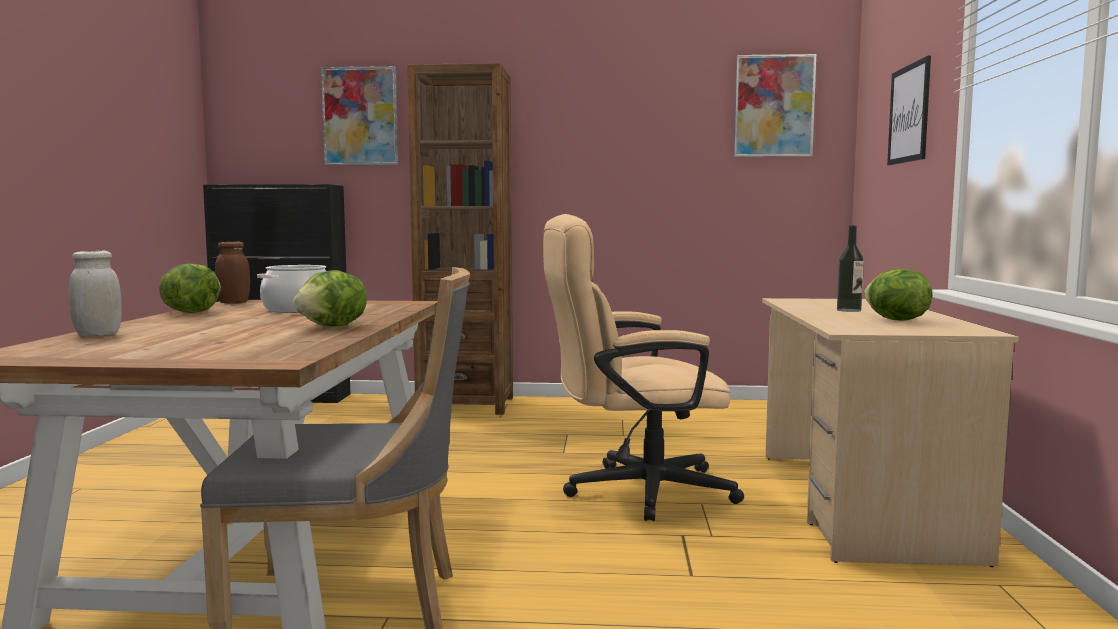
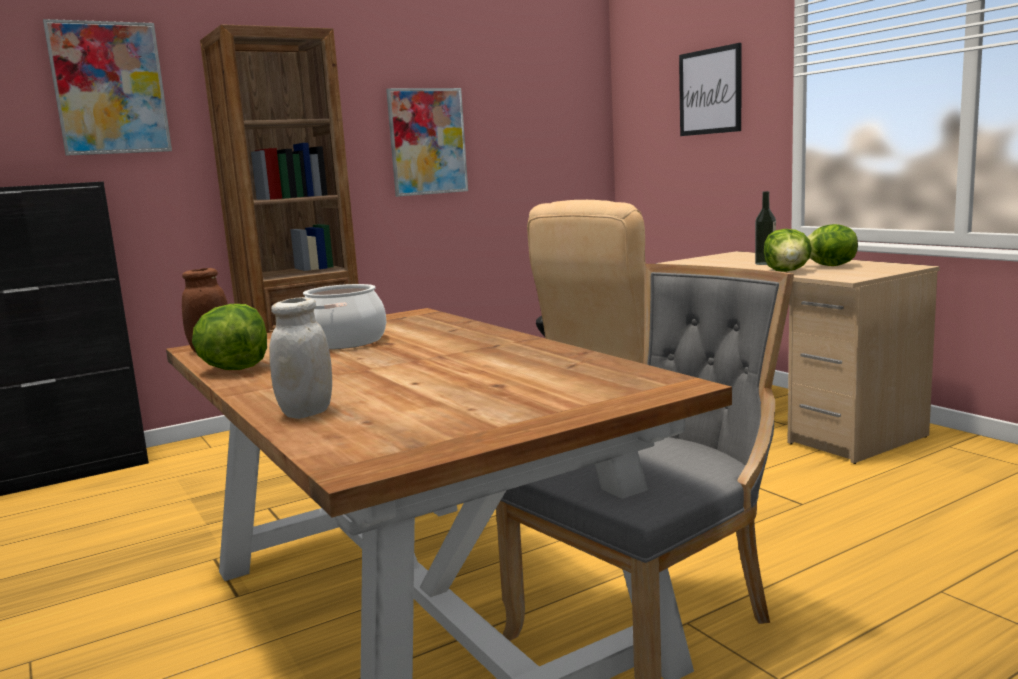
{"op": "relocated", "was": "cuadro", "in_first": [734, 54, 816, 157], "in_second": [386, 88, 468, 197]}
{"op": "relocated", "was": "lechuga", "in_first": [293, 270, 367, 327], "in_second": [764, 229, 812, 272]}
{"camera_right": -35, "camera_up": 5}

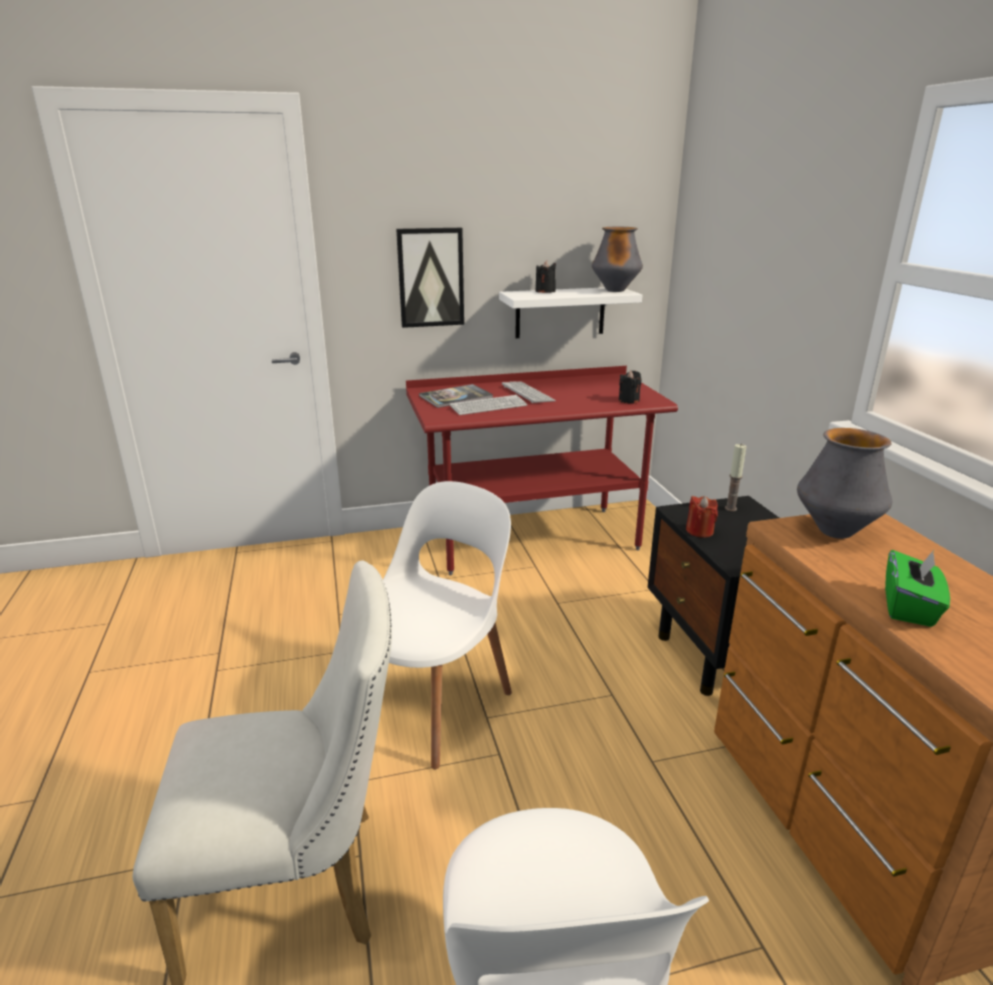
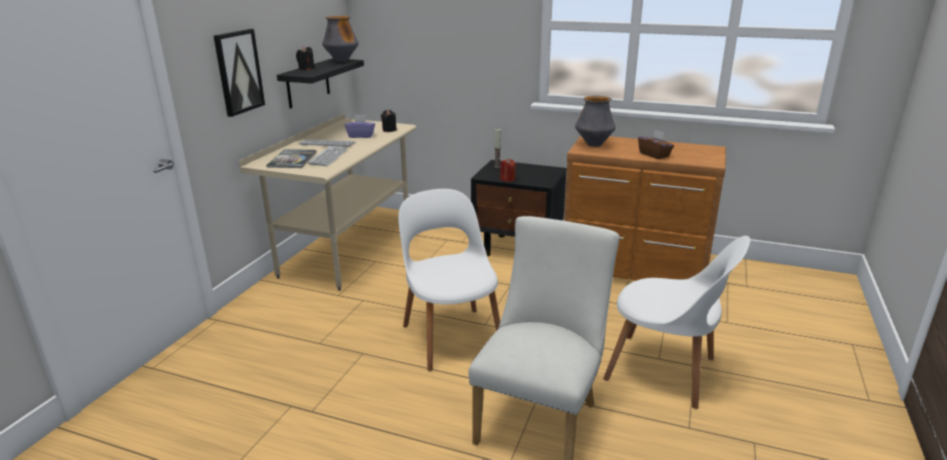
{"op": "colour", "was": "escritorio [rojo]", "now": "escritorio [beis]", "in_first": [406, 366, 678, 575], "in_second": [239, 113, 417, 291]}
{"op": "colour", "was": "estante [blanco]", "now": "estante [negro]", "in_first": [499, 287, 642, 338], "in_second": [277, 58, 364, 109]}
{"op": "appeared", "now": "caja de pañuelos [morado]", "in_second": [345, 114, 375, 138]}
{"op": "colour", "was": "caja de pañuelos [verde]", "now": "caja de pañuelos [marrón]", "in_first": [885, 550, 950, 627], "in_second": [638, 130, 674, 159]}
{"camera_right": -55, "camera_up": 0}

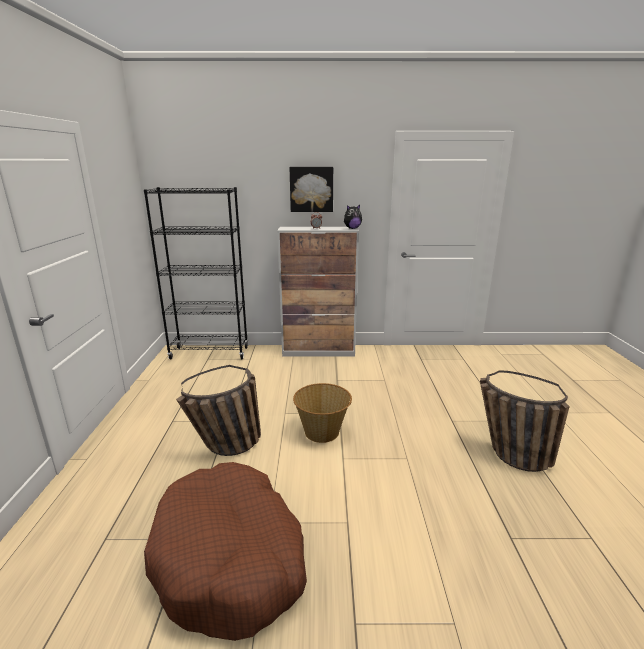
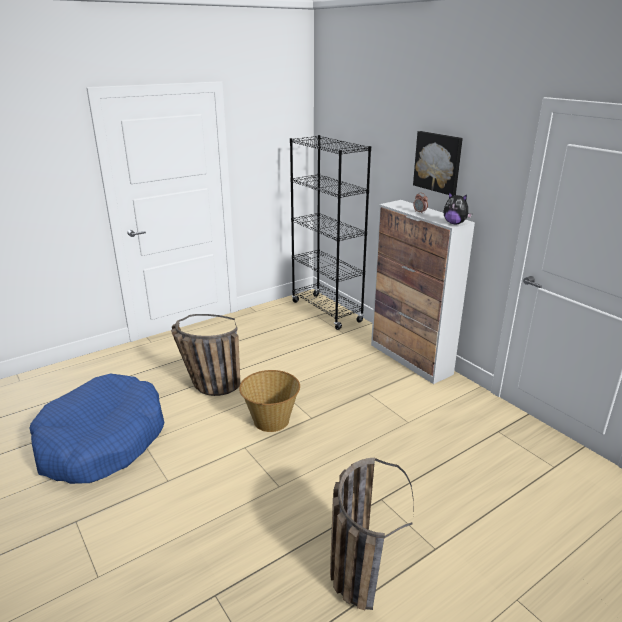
{"op": "colour", "was": "cama para perro [marrón]", "now": "cama para perro [azul]", "in_first": [144, 462, 307, 641], "in_second": [29, 374, 164, 484]}
{"camera_right": 55, "camera_up": 5}

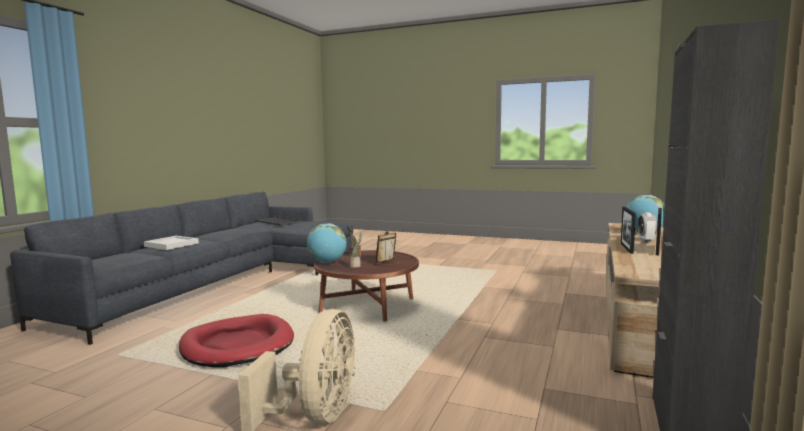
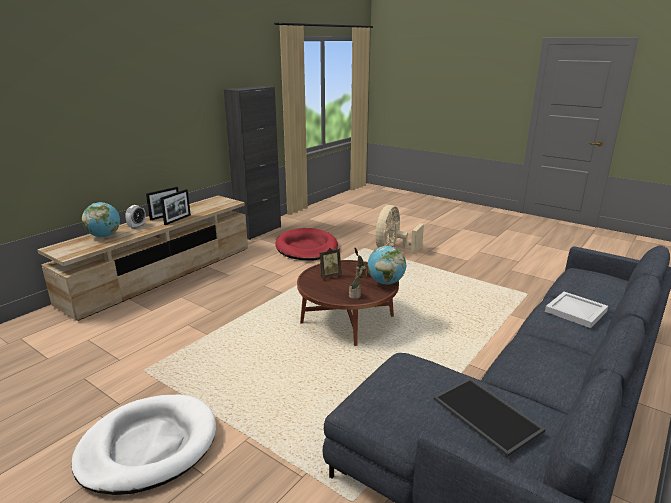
{"op": "appeared", "now": "cama para perro [blanco]", "in_second": [72, 395, 216, 495]}
{"op": "relocated", "was": "cama para perro [rojo]", "in_first": [179, 314, 294, 367], "in_second": [275, 228, 338, 260]}
{"camera_right": -165, "camera_up": 15}

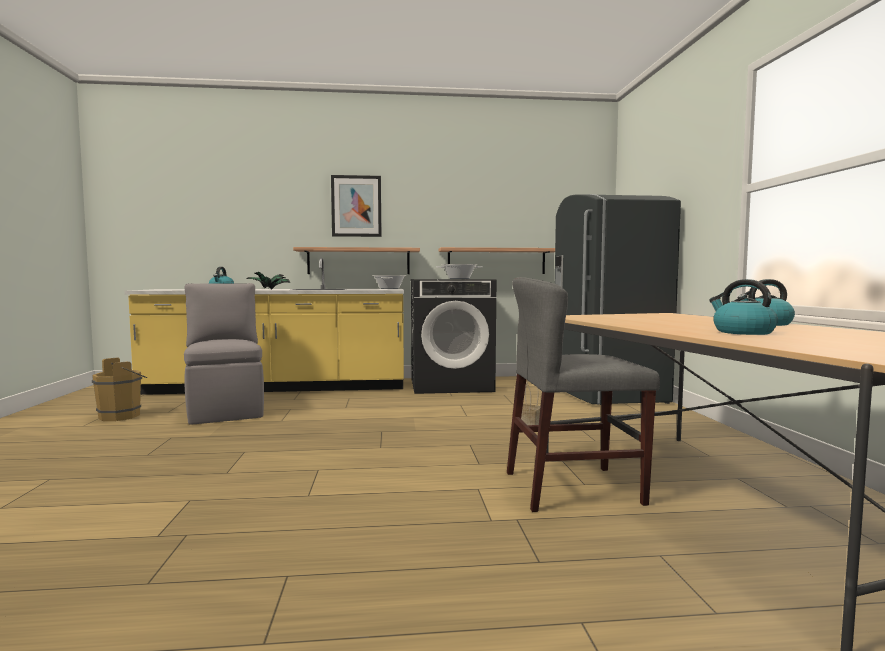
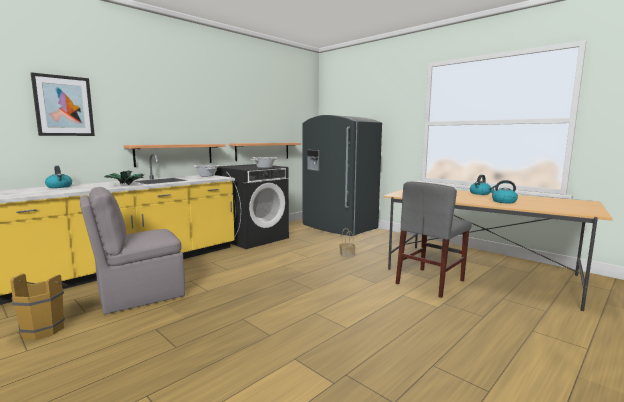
{"op": "relocated", "was": "cuadro", "in_first": [331, 175, 382, 237], "in_second": [31, 72, 95, 136]}
{"op": "spun", "was": "silla [gris]", "in_first": [184, 283, 264, 425], "in_second": [80, 187, 185, 314], "clockwise": -60}
{"camera_right": -40, "camera_up": 5}

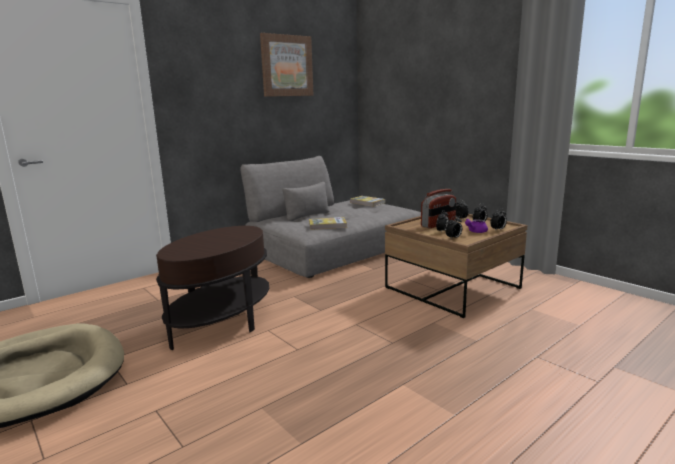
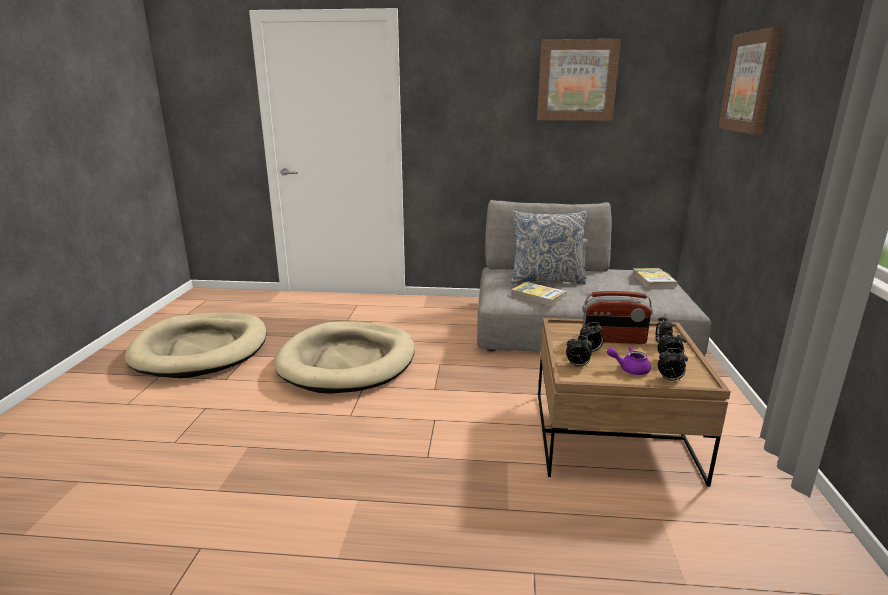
{"op": "exchanged", "was": "mesa auxiliar [marrón]", "now": "cama para perro [beis]", "in_first": [156, 226, 269, 350], "in_second": [274, 322, 415, 394]}
{"op": "appeared", "now": "cojín", "in_second": [511, 211, 587, 284]}
{"op": "appeared", "now": "cuadro", "in_second": [718, 26, 783, 135]}
{"camera_right": 45, "camera_up": 5}

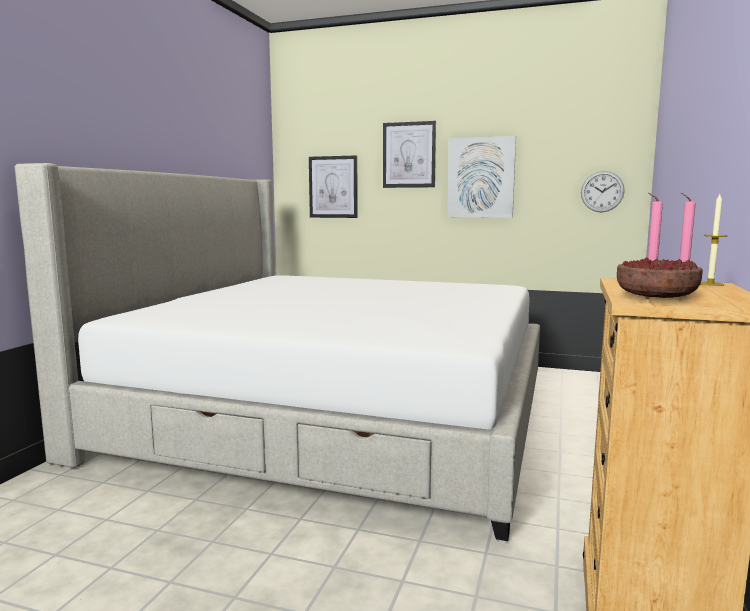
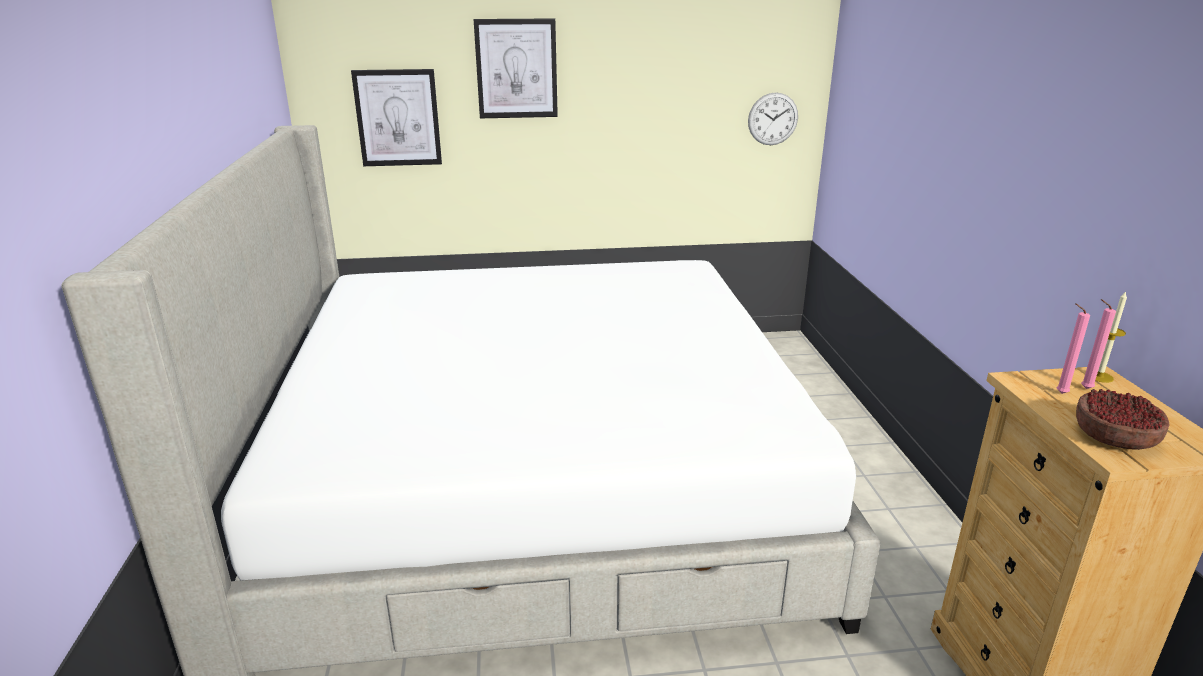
{"op": "missing", "was": "cuadro", "in_first": [447, 136, 516, 218]}
{"camera_right": -25, "camera_up": 15}

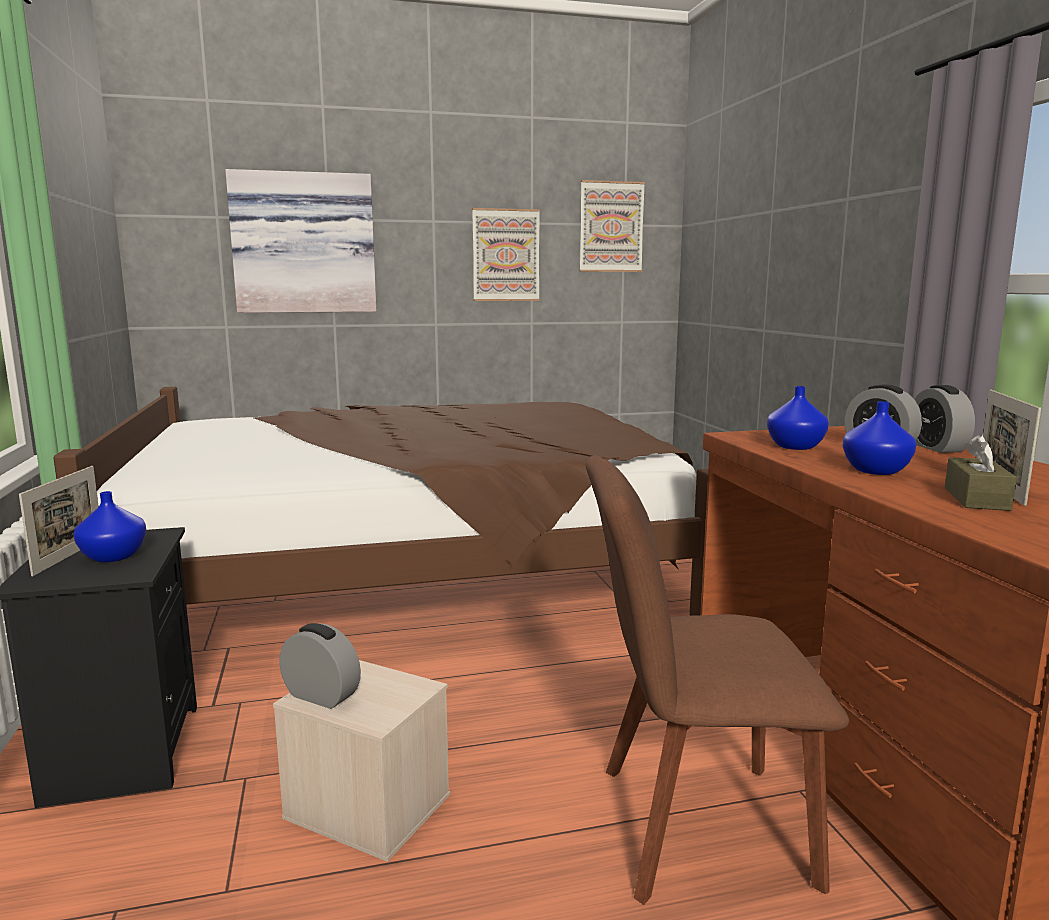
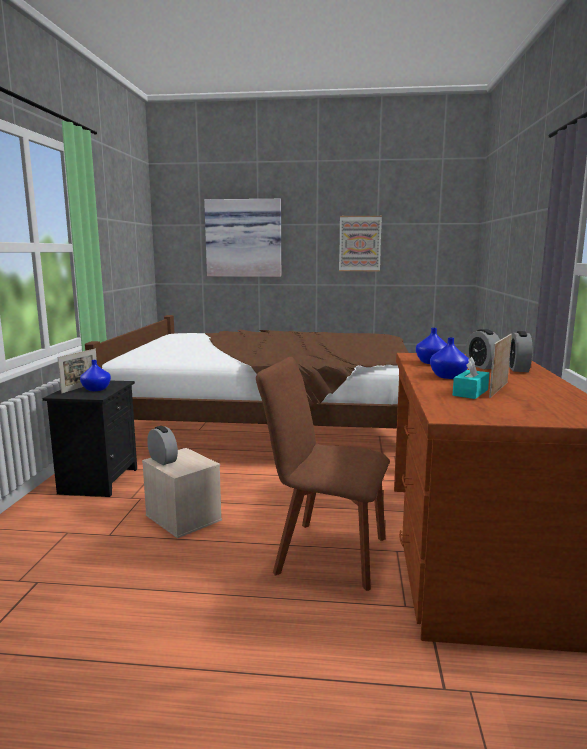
{"op": "colour", "was": "caja de pañuelos [marrón]", "now": "caja de pañuelos [turquesa]", "in_first": [945, 434, 1017, 511], "in_second": [453, 357, 489, 399]}
{"op": "missing", "was": "cuadro", "in_first": [579, 180, 645, 272]}
{"camera_right": 20, "camera_up": 0}

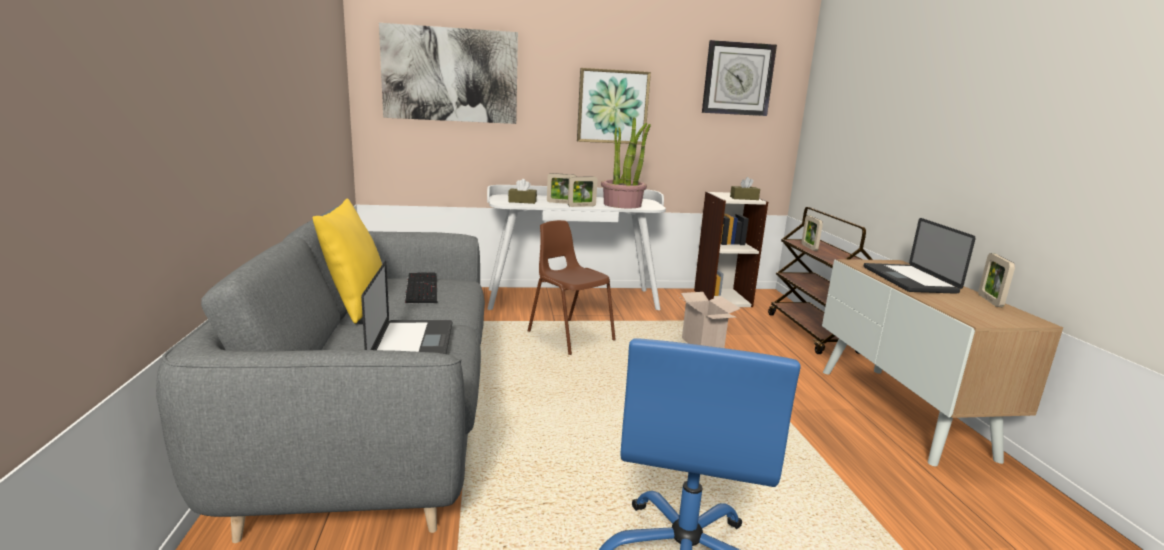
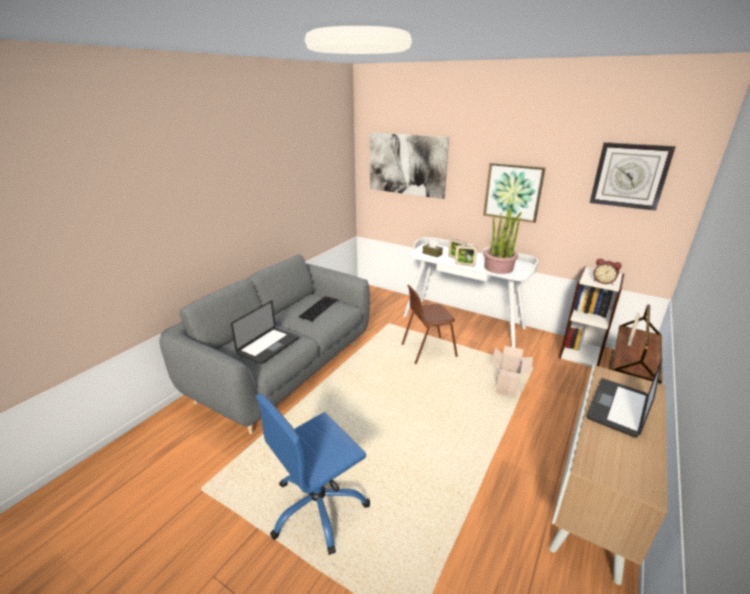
{"op": "spun", "was": "silla [marrón]", "in_first": [528, 220, 616, 355], "in_second": [402, 285, 458, 364], "clockwise": -105}
{"op": "exchanged", "was": "caja de pañuelos [marrón]", "now": "despertador", "in_first": [730, 177, 760, 200], "in_second": [593, 258, 622, 285]}
{"op": "missing", "was": "cojín [amarillo]", "in_first": [313, 199, 382, 324]}
{"op": "missing", "was": "portarretratos", "in_first": [978, 253, 1015, 307]}
{"camera_right": 40, "camera_up": 10}

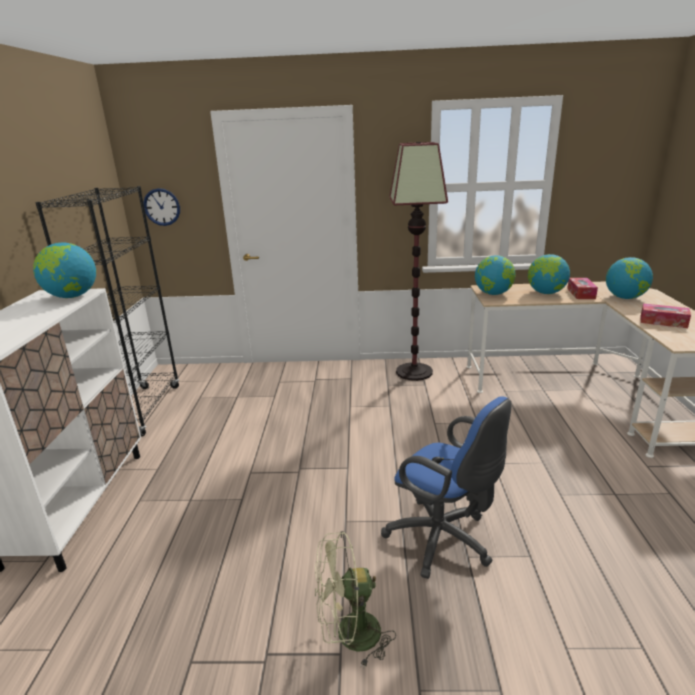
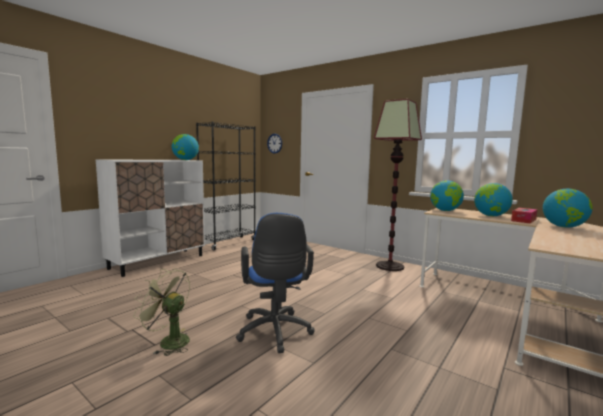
{"op": "missing", "was": "caja de pañuelos", "in_first": [641, 303, 691, 328]}
{"camera_right": 35, "camera_up": -15}

